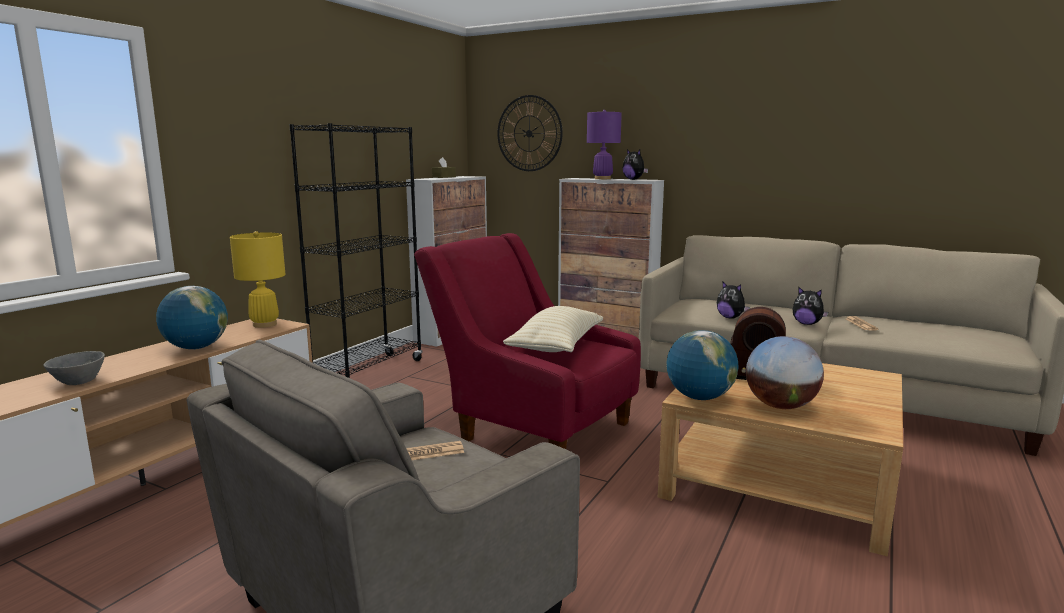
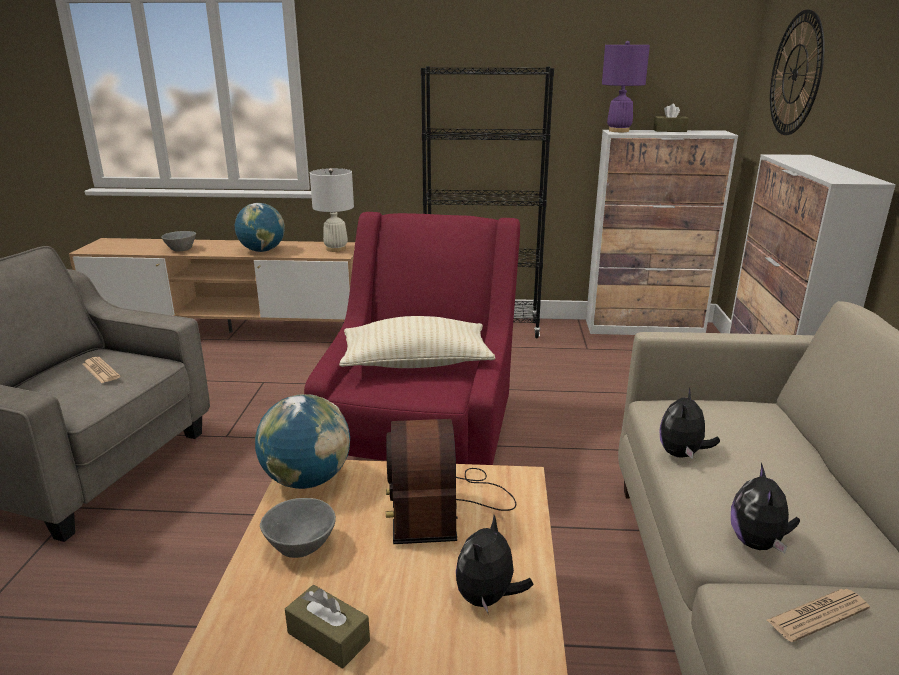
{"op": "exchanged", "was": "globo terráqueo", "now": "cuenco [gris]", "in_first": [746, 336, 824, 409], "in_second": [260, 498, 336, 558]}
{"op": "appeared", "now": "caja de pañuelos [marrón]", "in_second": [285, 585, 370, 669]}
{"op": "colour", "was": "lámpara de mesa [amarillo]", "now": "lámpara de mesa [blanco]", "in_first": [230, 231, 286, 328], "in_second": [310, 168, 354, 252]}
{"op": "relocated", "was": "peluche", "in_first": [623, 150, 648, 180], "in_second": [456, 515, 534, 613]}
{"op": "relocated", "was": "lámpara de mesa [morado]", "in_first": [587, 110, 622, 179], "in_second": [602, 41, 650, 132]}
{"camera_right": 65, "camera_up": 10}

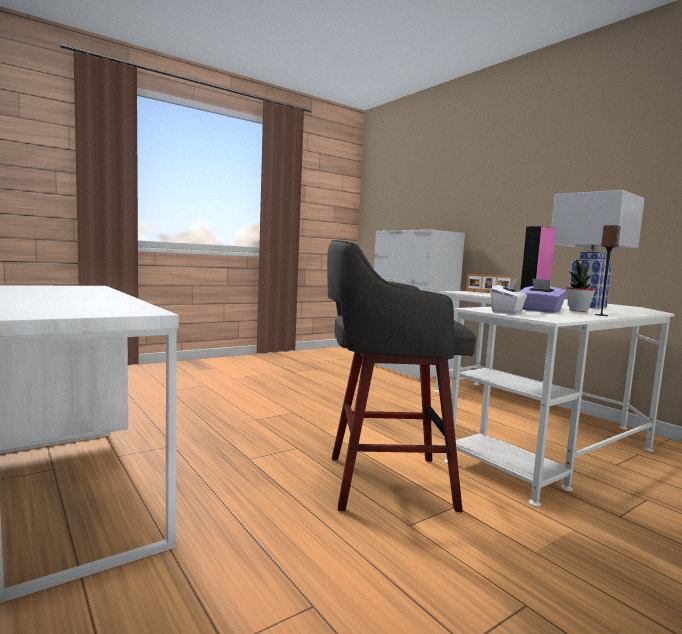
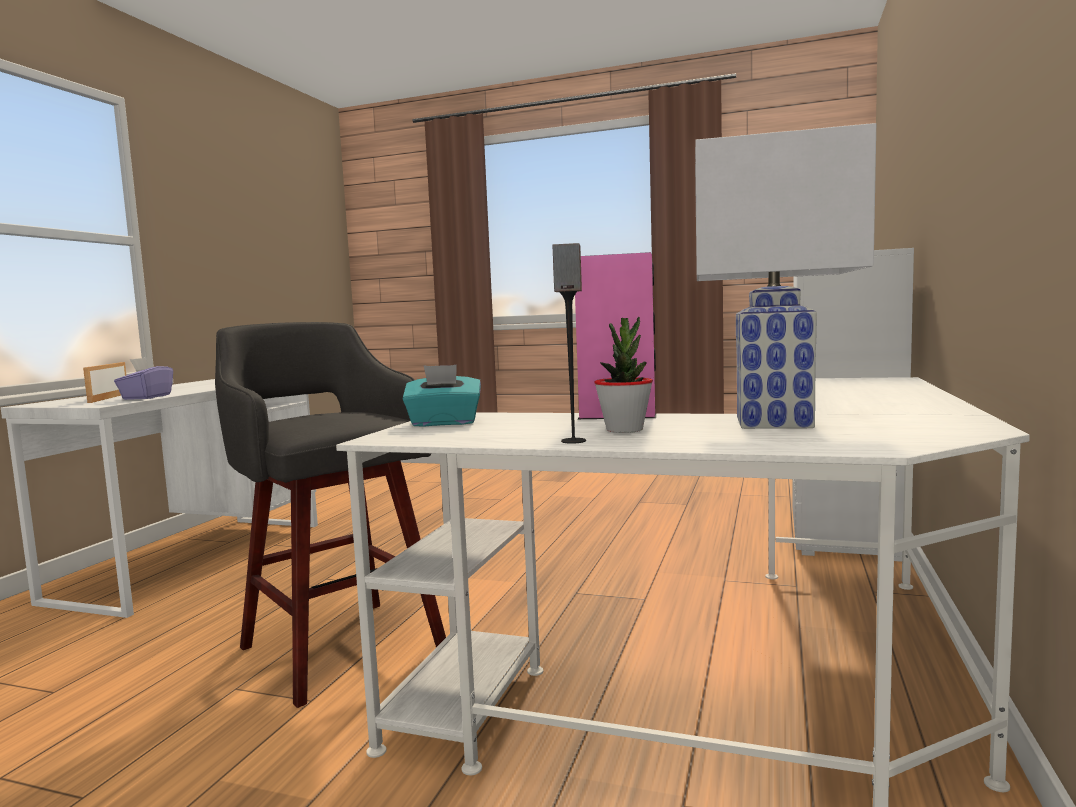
{"op": "relocated", "was": "portarretratos", "in_first": [466, 274, 513, 293], "in_second": [83, 362, 126, 403]}
{"op": "relocated", "was": "caja de pañuelos [morado]", "in_first": [519, 278, 567, 313], "in_second": [114, 357, 173, 400]}
{"op": "colour", "was": "caja de pañuelos [blanco]", "now": "caja de pañuelos [turquesa]", "in_first": [490, 279, 527, 314], "in_second": [403, 365, 481, 427]}
{"camera_right": 55, "camera_up": 0}

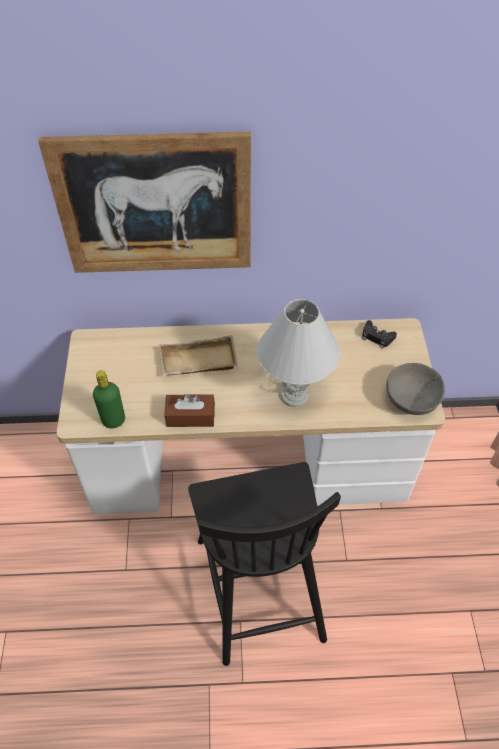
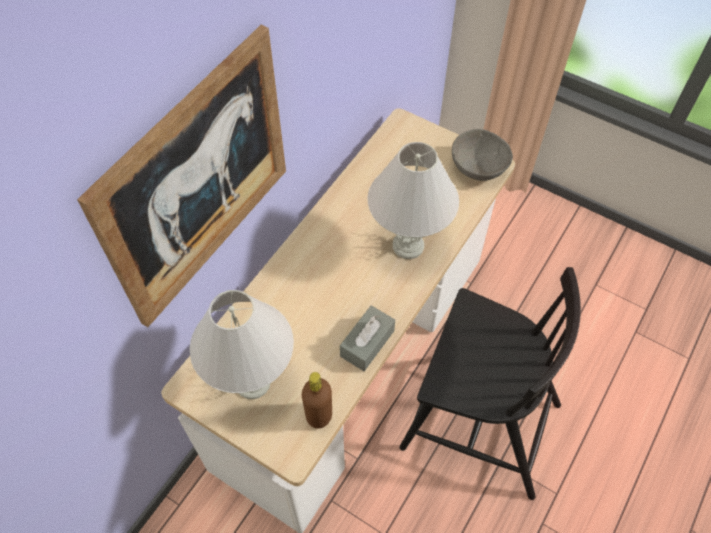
{"op": "appeared", "now": "lámpara de mesa [blanco]", "in_second": [190, 290, 294, 399]}
{"op": "colour", "was": "botella [verde]", "now": "botella [marrón]", "in_first": [93, 371, 125, 428], "in_second": [302, 372, 332, 428]}
{"op": "colour", "was": "caja de pañuelos [marrón]", "now": "caja de pañuelos [gris]", "in_first": [164, 394, 215, 427], "in_second": [340, 305, 395, 371]}
{"op": "missing", "was": "bandeja [beis]", "in_first": [159, 335, 238, 376]}
{"op": "missing", "was": "mando de consola [negro]", "in_first": [362, 320, 397, 349]}
{"camera_right": -55, "camera_up": 5}

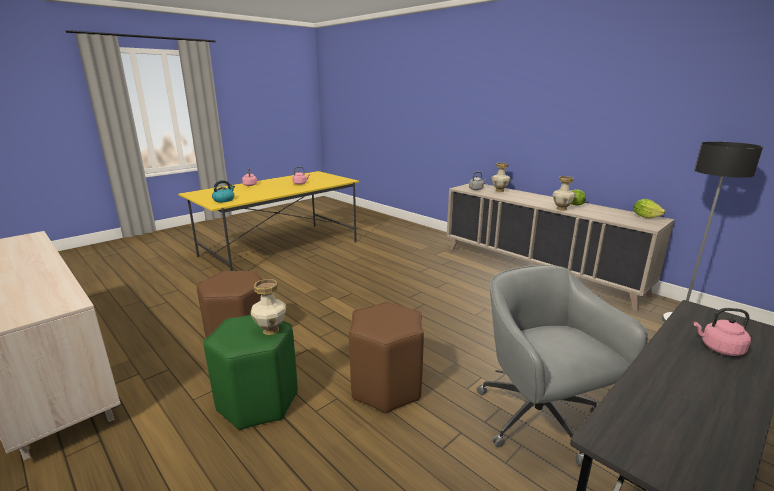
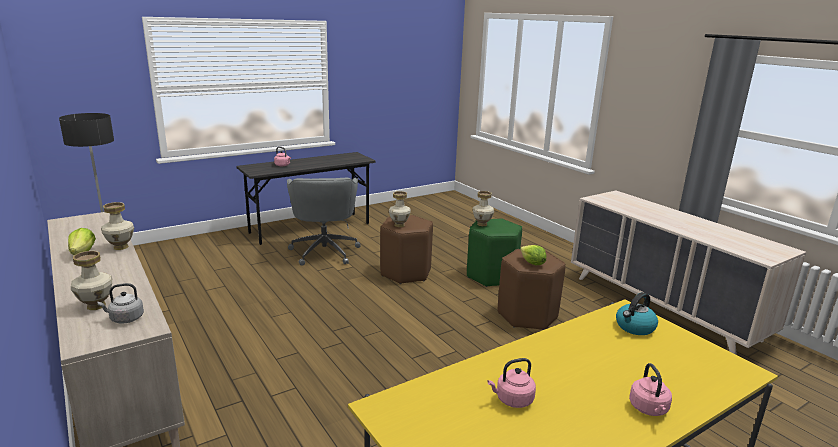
{"op": "appeared", "now": "florero", "in_second": [389, 191, 411, 227]}
{"op": "relocated", "was": "lechuga", "in_first": [633, 199, 666, 218], "in_second": [520, 245, 547, 265]}
{"camera_right": -170, "camera_up": 0}

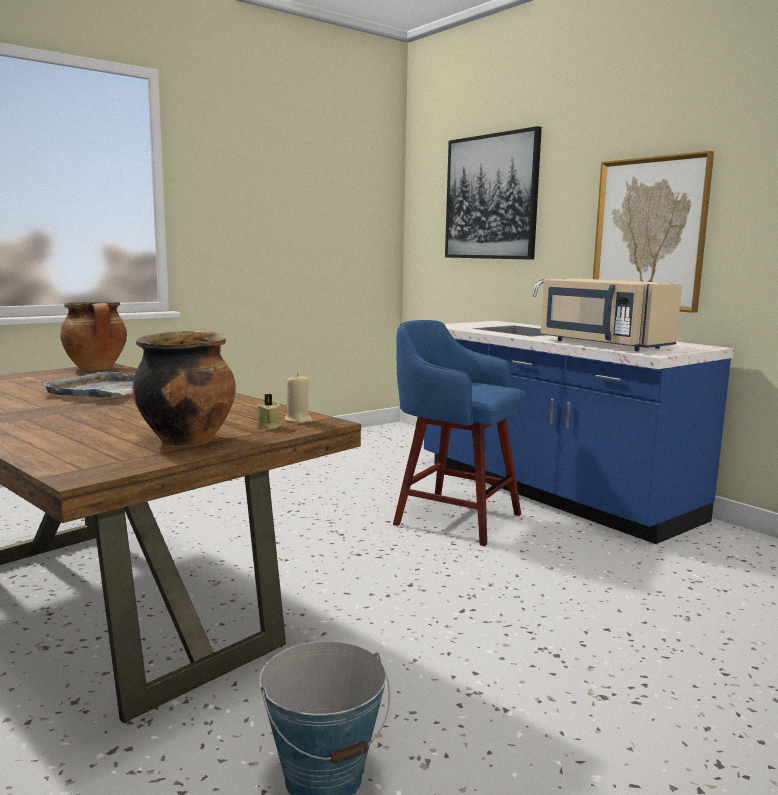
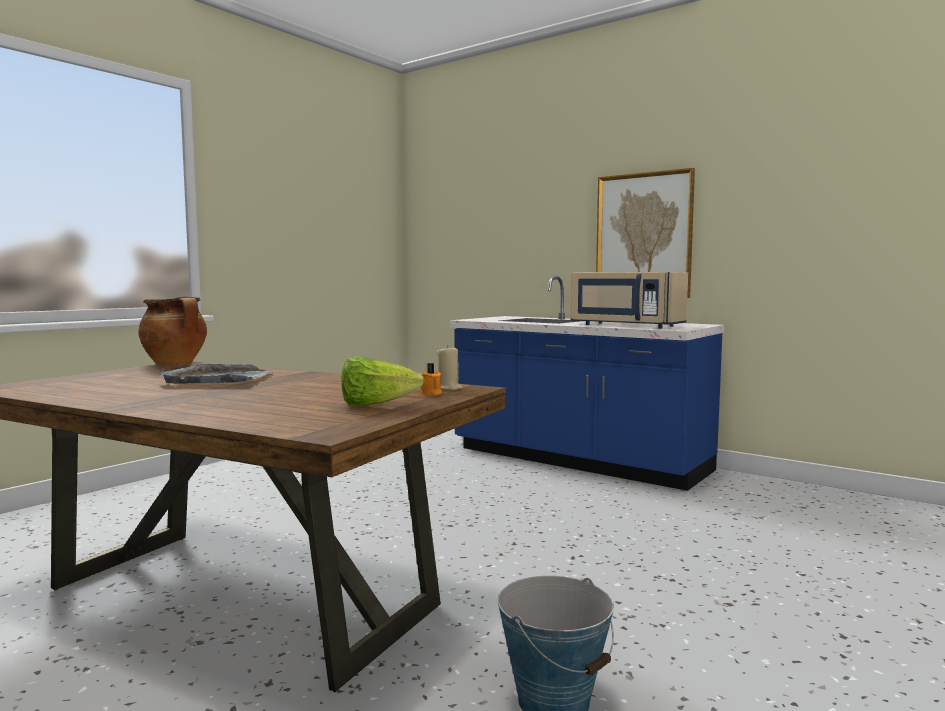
{"op": "exchanged", "was": "olla", "now": "lechuga", "in_first": [132, 330, 236, 447], "in_second": [342, 356, 425, 407]}
{"op": "colour", "was": "vela [beis]", "now": "vela [naranja]", "in_first": [256, 394, 282, 430], "in_second": [420, 363, 442, 395]}
{"op": "missing", "was": "taburete [azul]", "in_first": [393, 320, 527, 546]}
{"op": "missing", "was": "cuadro", "in_first": [445, 126, 542, 260]}
{"camera_right": -15, "camera_up": -5}

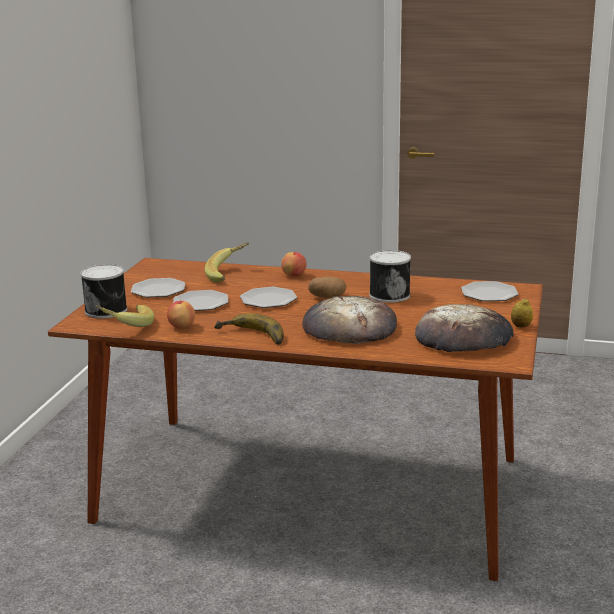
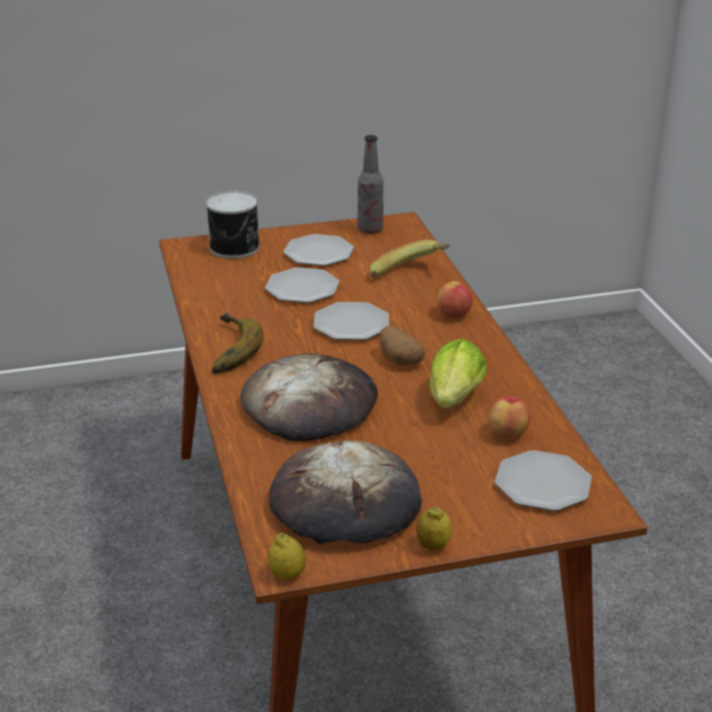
{"op": "appeared", "now": "limón", "in_second": [268, 533, 306, 579]}
{"op": "appeared", "now": "botella", "in_second": [358, 135, 383, 234]}
{"op": "exchanged", "was": "lata", "now": "lechuga", "in_first": [369, 250, 411, 303], "in_second": [429, 339, 487, 408]}
{"op": "relocated", "was": "manzana", "in_first": [167, 300, 195, 329], "in_second": [488, 396, 531, 439]}
{"op": "missing", "was": "plátano", "in_first": [95, 305, 154, 327]}
{"camera_right": 60, "camera_up": 10}

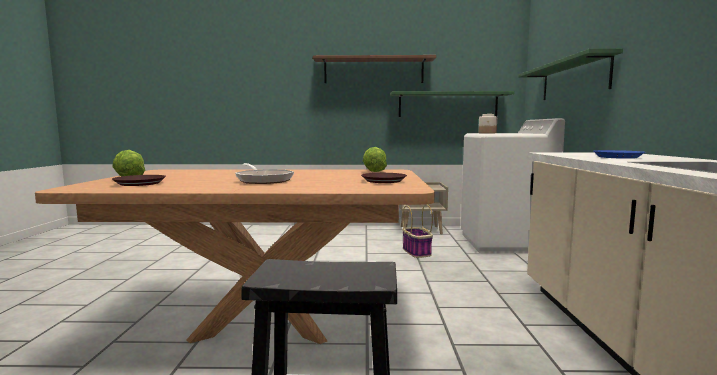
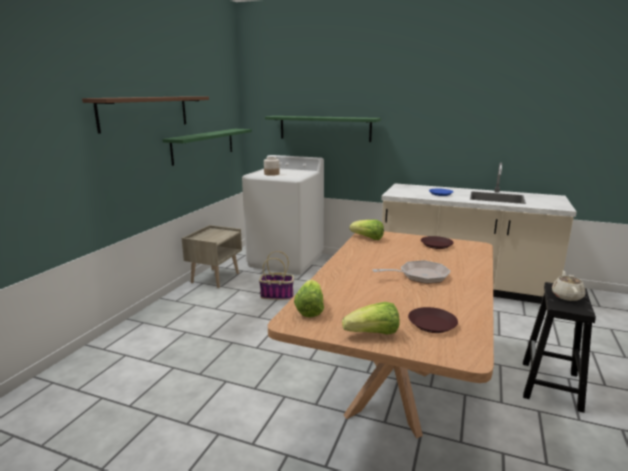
{"op": "appeared", "now": "lechuga", "in_second": [294, 280, 324, 318]}
{"op": "appeared", "now": "tetera [beis]", "in_second": [552, 271, 585, 301]}
{"camera_right": -70, "camera_up": 10}

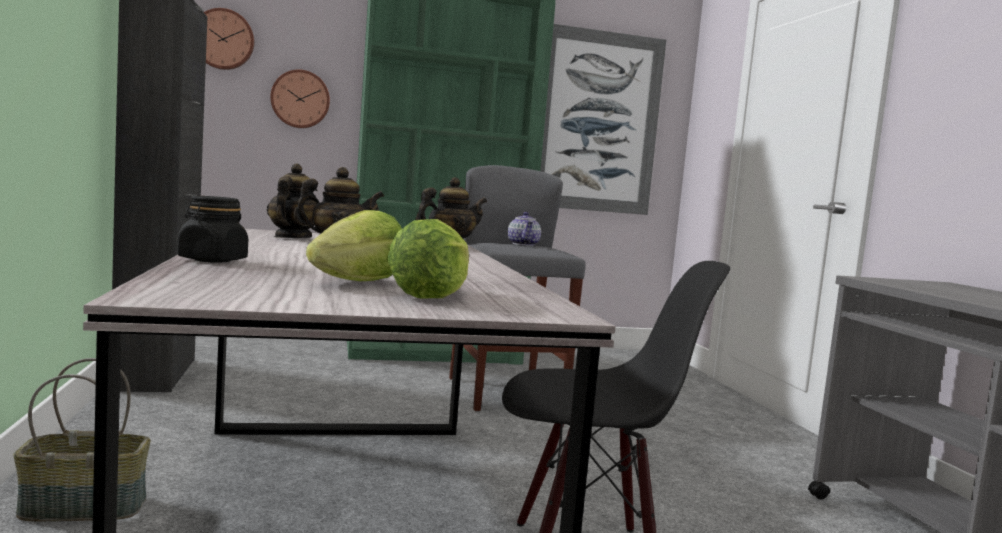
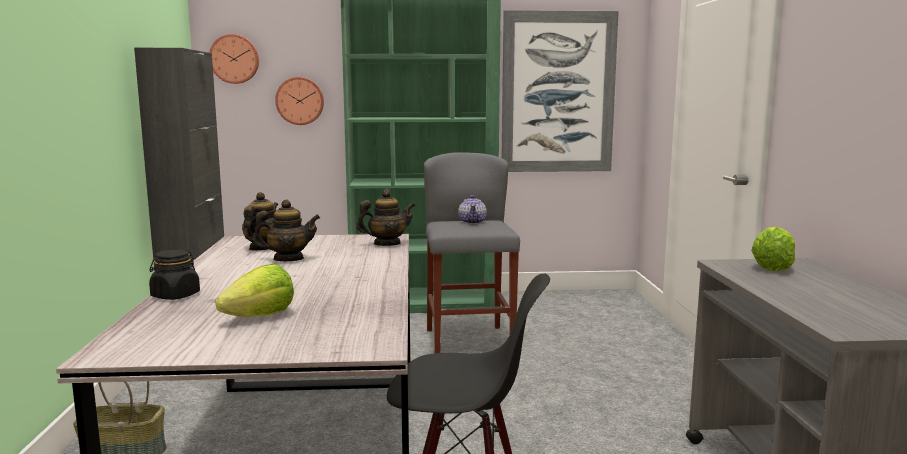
{"op": "relocated", "was": "lechuga", "in_first": [387, 219, 469, 299], "in_second": [751, 227, 795, 271]}
{"camera_right": 10, "camera_up": 5}

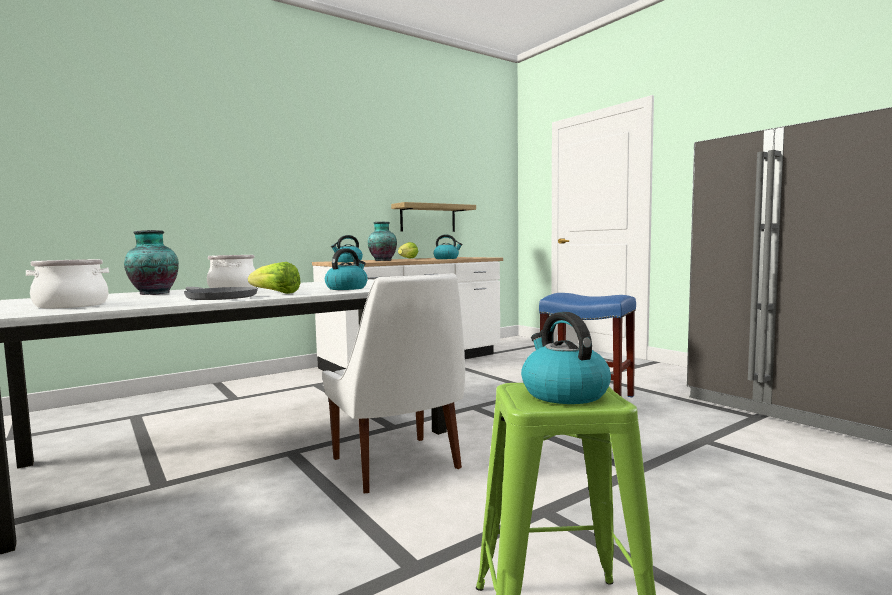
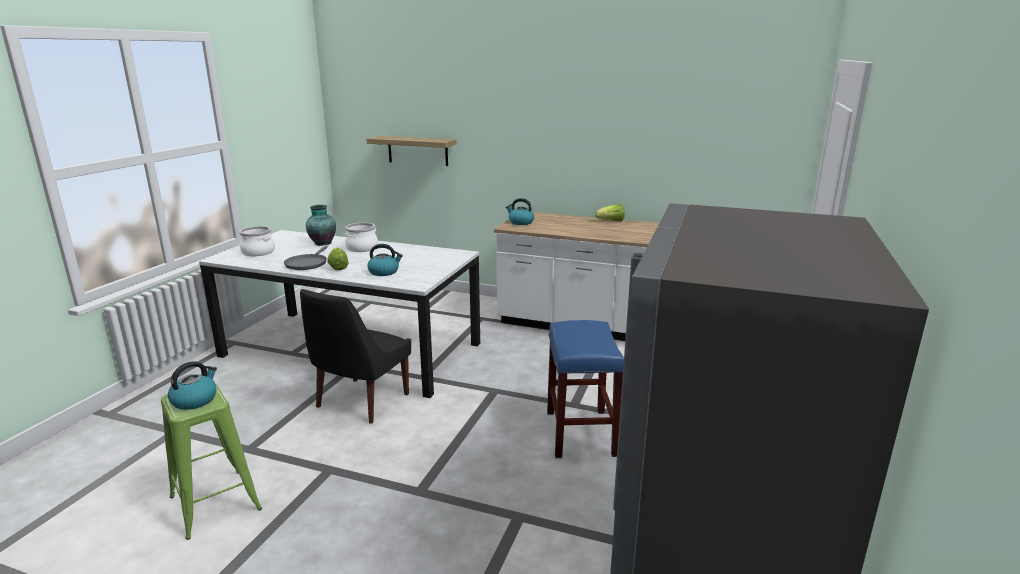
{"op": "colour", "was": "silla [blanco]", "now": "silla [negro]", "in_first": [322, 273, 465, 494], "in_second": [300, 289, 411, 424]}
{"op": "relocated", "was": "estante", "in_first": [391, 202, 476, 232], "in_second": [366, 136, 457, 166]}
{"op": "missing", "was": "florero", "in_first": [368, 222, 397, 261]}
{"op": "missing", "was": "hervidor", "in_first": [433, 234, 462, 259]}
{"camera_right": 55, "camera_up": 15}

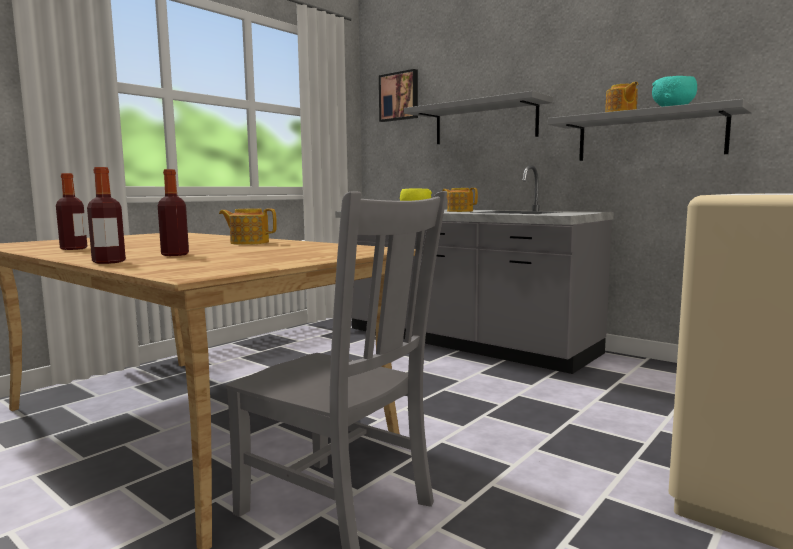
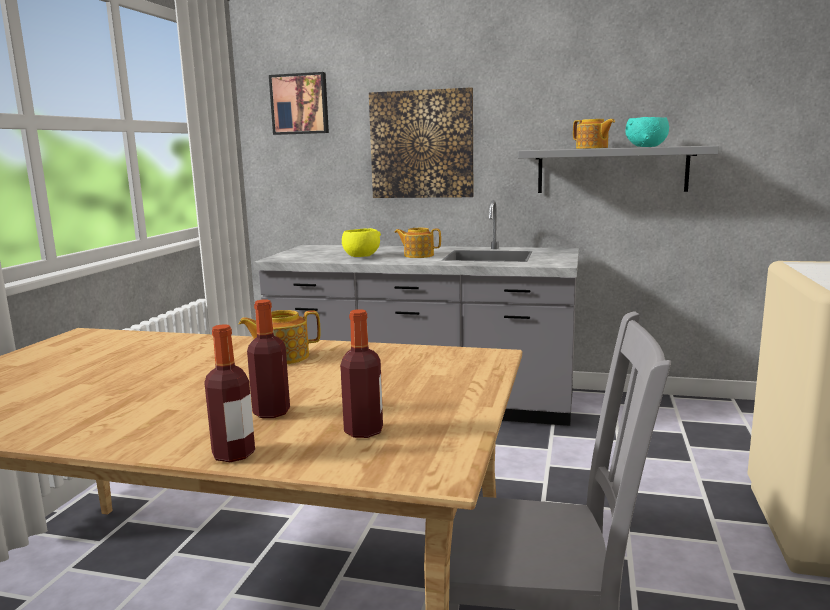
{"op": "relocated", "was": "botella", "in_first": [56, 173, 87, 250], "in_second": [340, 309, 383, 438]}
{"op": "exchanged", "was": "estante [gris]", "now": "cuadro", "in_first": [404, 91, 553, 144], "in_second": [369, 87, 473, 198]}
{"camera_right": -25, "camera_up": 5}

